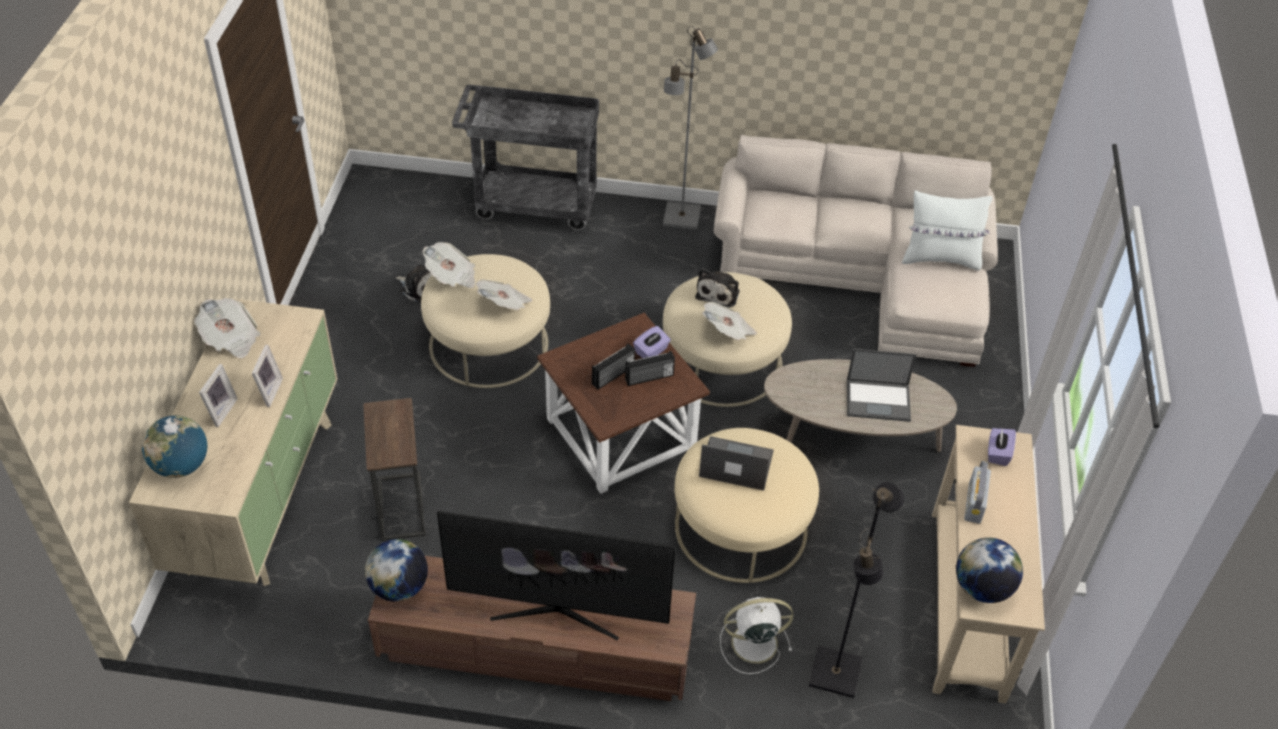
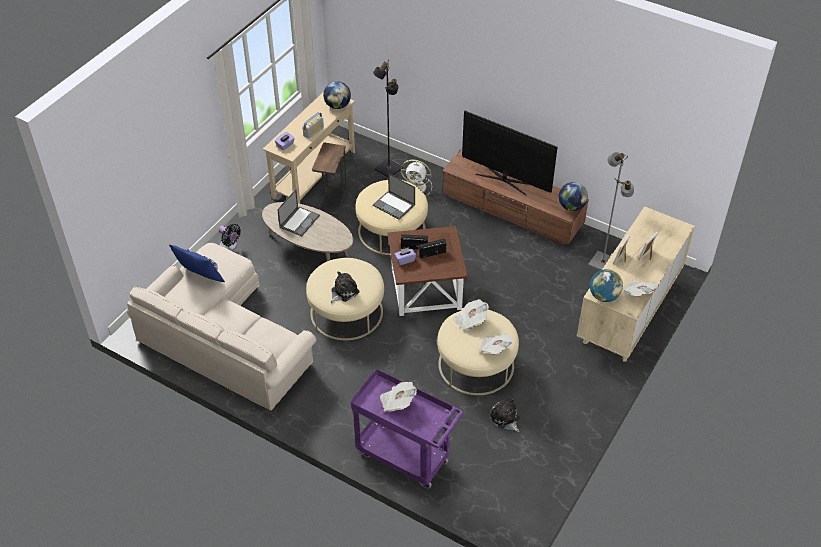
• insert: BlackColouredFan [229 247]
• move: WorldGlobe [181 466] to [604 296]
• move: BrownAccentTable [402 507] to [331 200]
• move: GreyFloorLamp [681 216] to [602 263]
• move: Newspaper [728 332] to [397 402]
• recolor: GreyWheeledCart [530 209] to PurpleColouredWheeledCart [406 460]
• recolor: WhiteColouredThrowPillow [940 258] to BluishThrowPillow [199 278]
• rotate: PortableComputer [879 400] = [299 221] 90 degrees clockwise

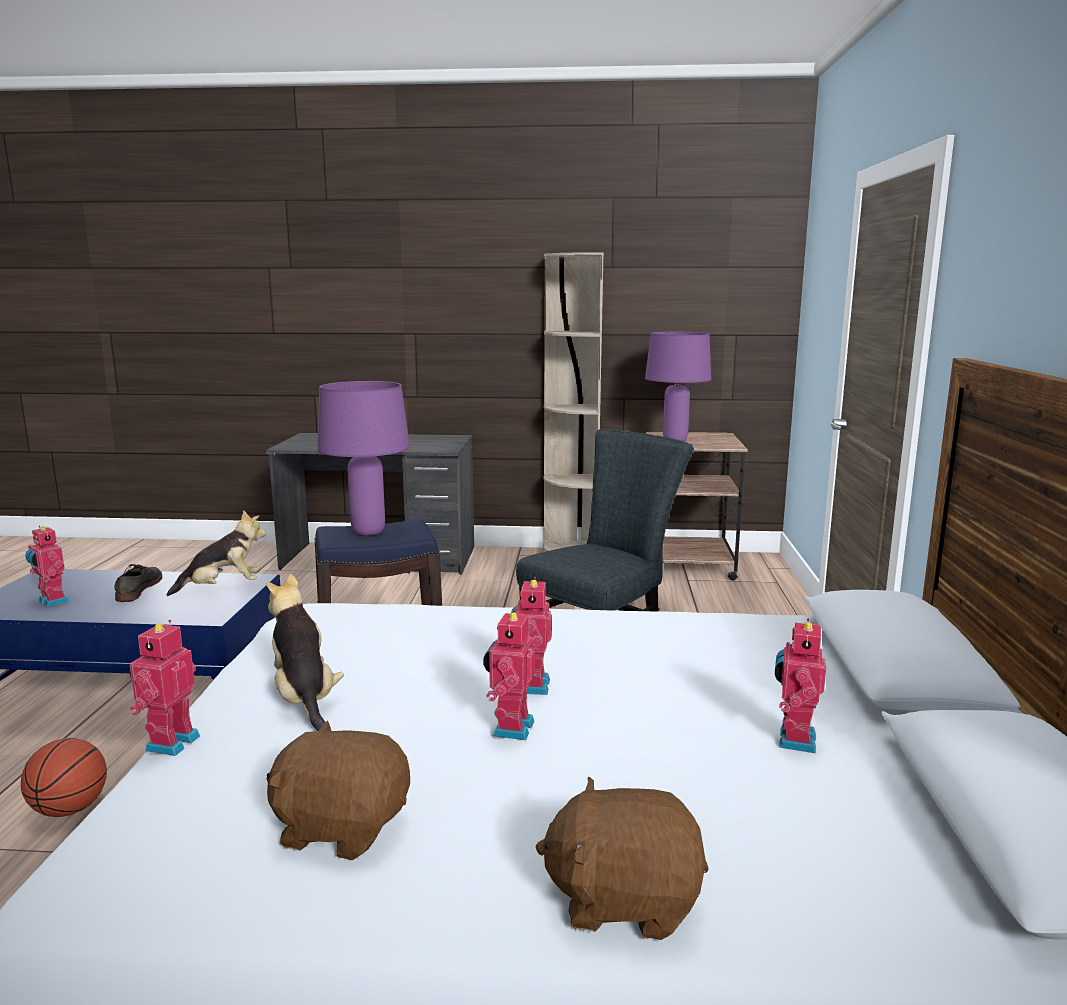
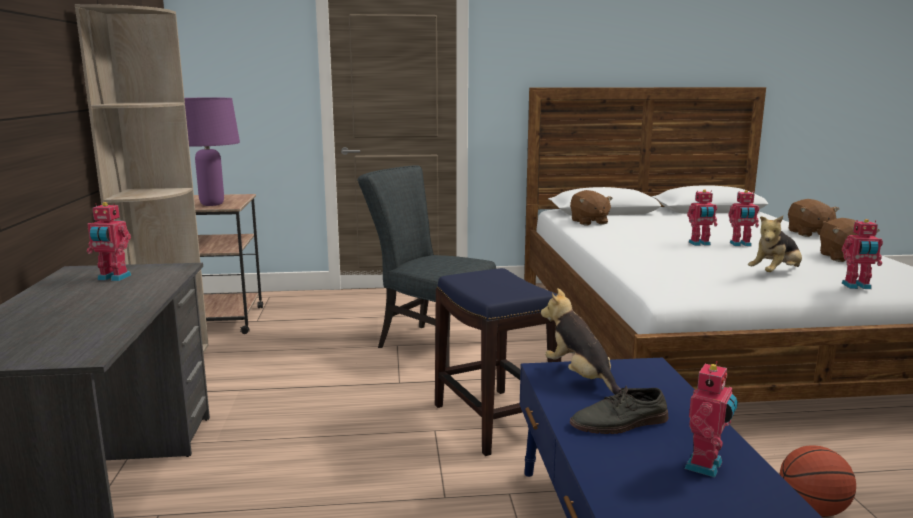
• delete: PurpleColouredTabletopLamp [369 532]
• insert: BrownSoftToy [589 222]
• move: ToyRobot [793 740] to [113 278]

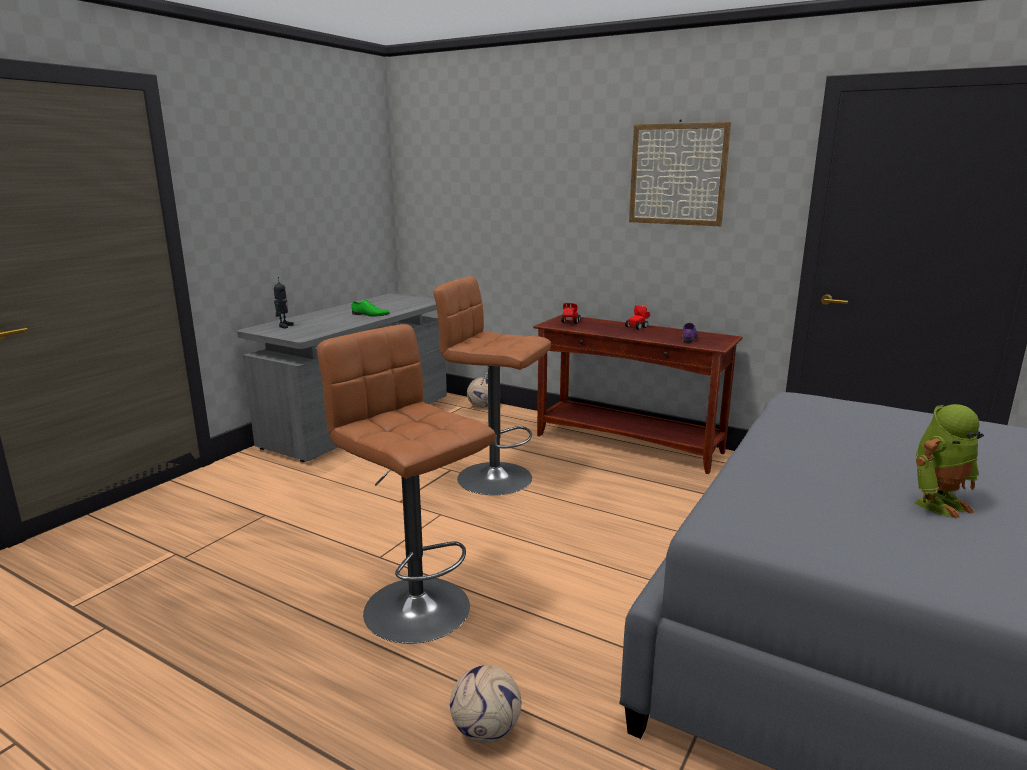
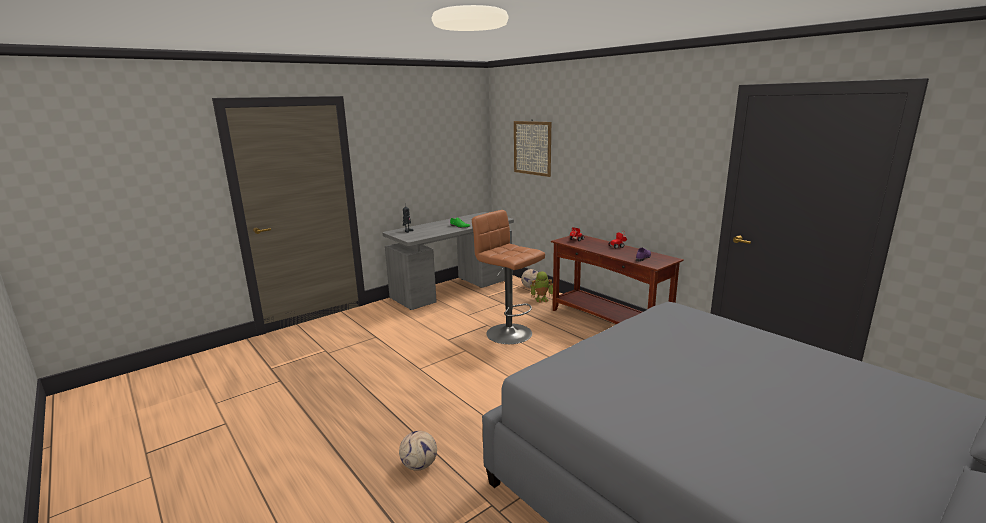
• delete: BrownStoolSeat [417 608]
• move: Picture [678 172] to [532 147]
• move: ToyRobot [938 503] to [541 299]

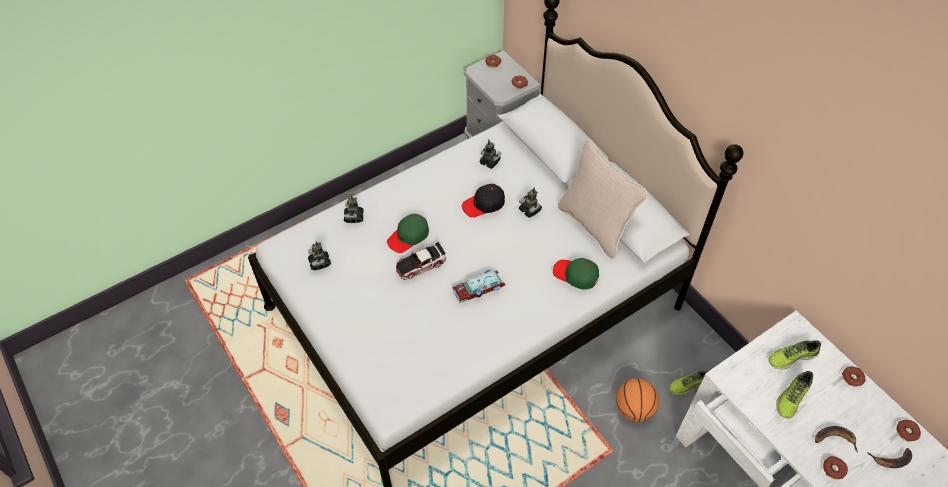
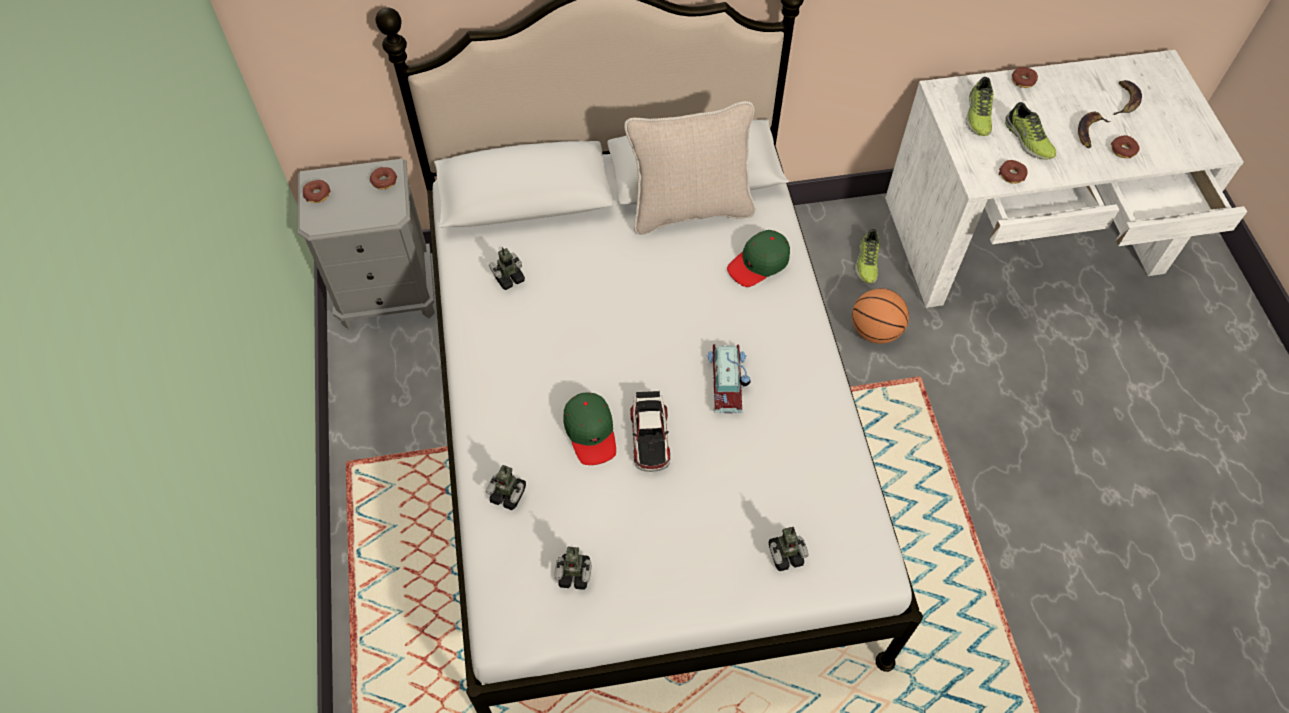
• delete: BlackColouredPeakedCap [483 204]
• move: ToyRobot [530 210] to [785 554]
• move: RingDoughnut [906 432] to [1012 175]

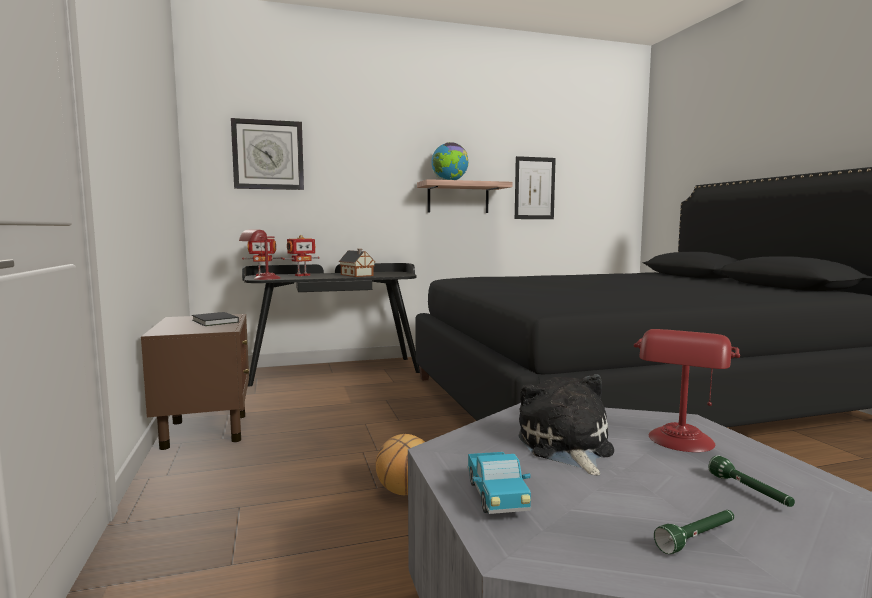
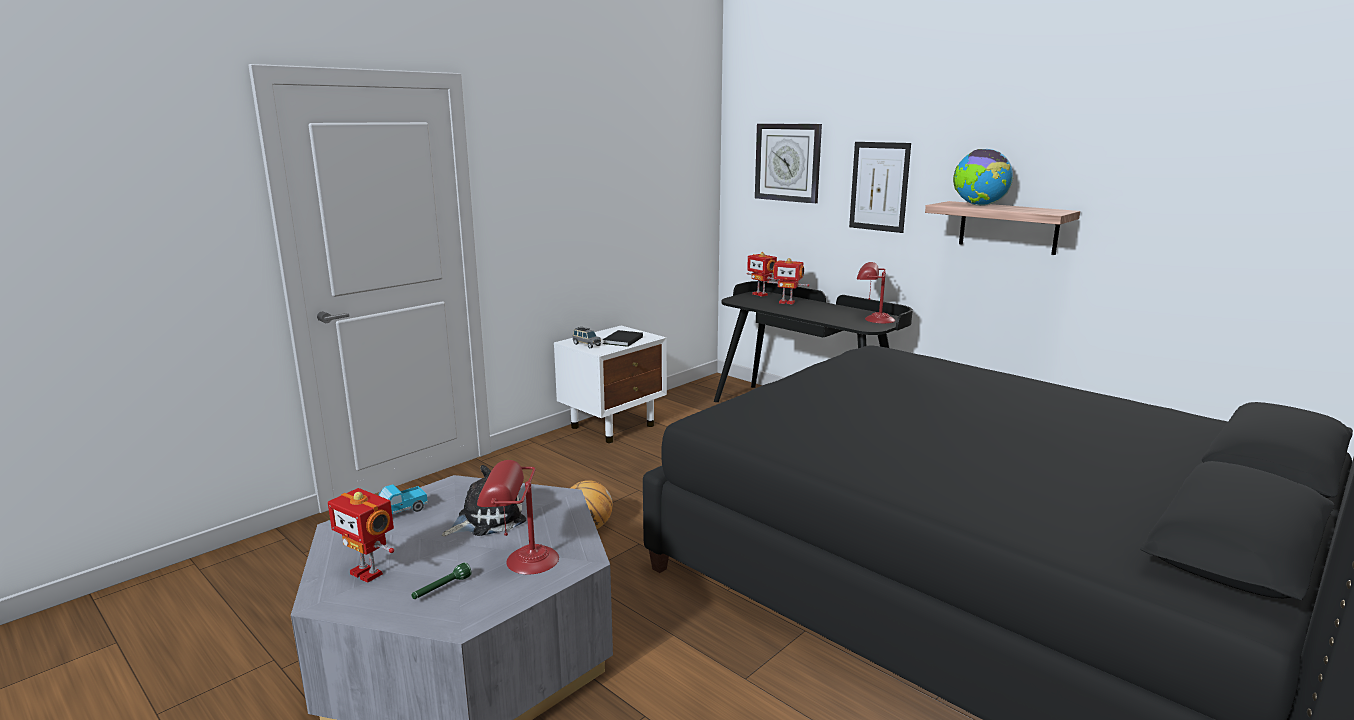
• delete: ModelHouse [357 275]
• insert: GreyModelCar [586 345]
• move: ReddishTabletopLamp [262 278] to [873 319]
• move: Picture [534 188] to [879 186]
• replace: GreenTorch [697 539] to ToyRobot [368 573]
• recolor: BrownNightTable [205 430] to WhiteColouredNightTable [613 426]

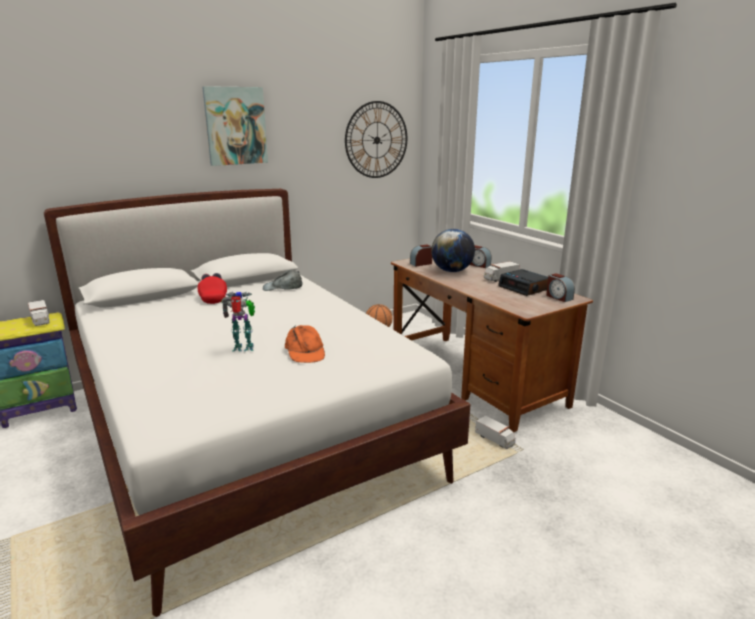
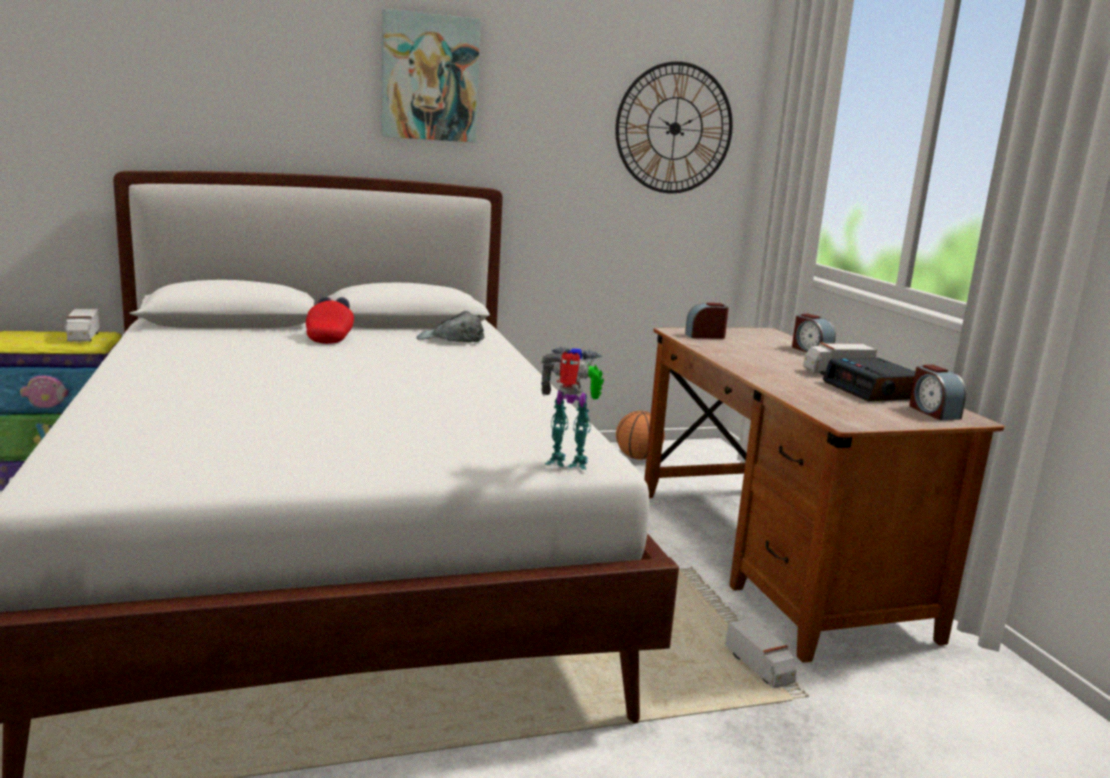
• delete: OrangePeakedCap [305 351]
• delete: WorldGlobe [452 271]
• move: ToyRobot [244 348] to [569 463]

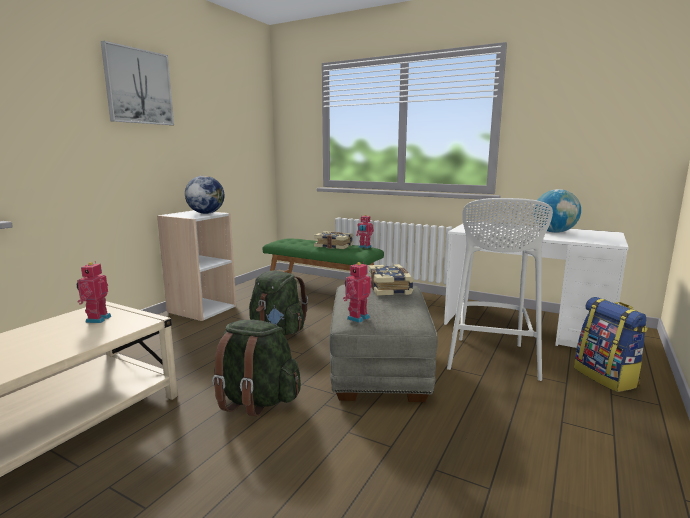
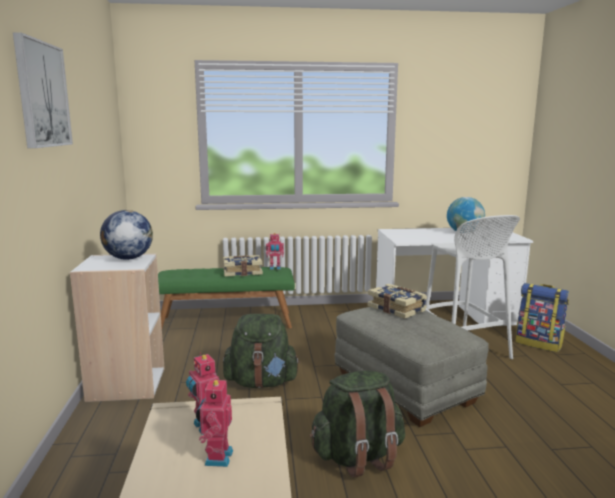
• move: ToyRobot [357 318] to [216 457]

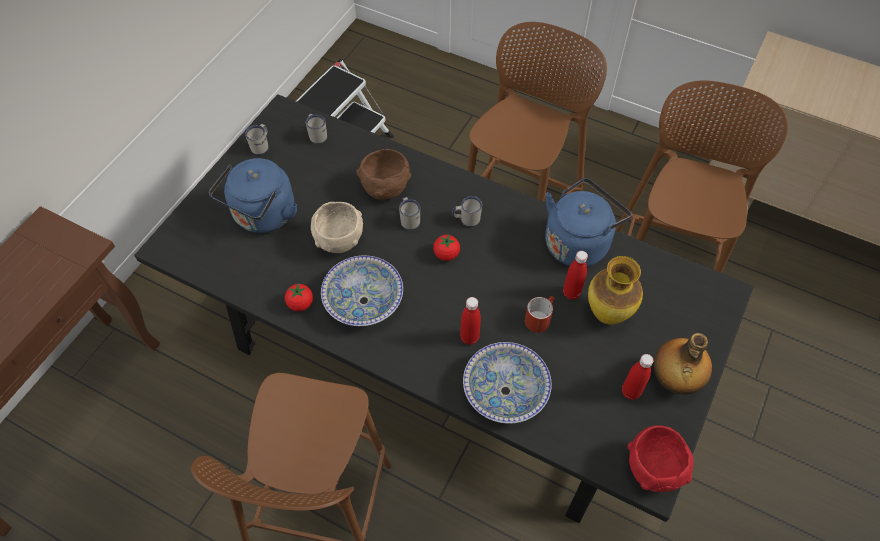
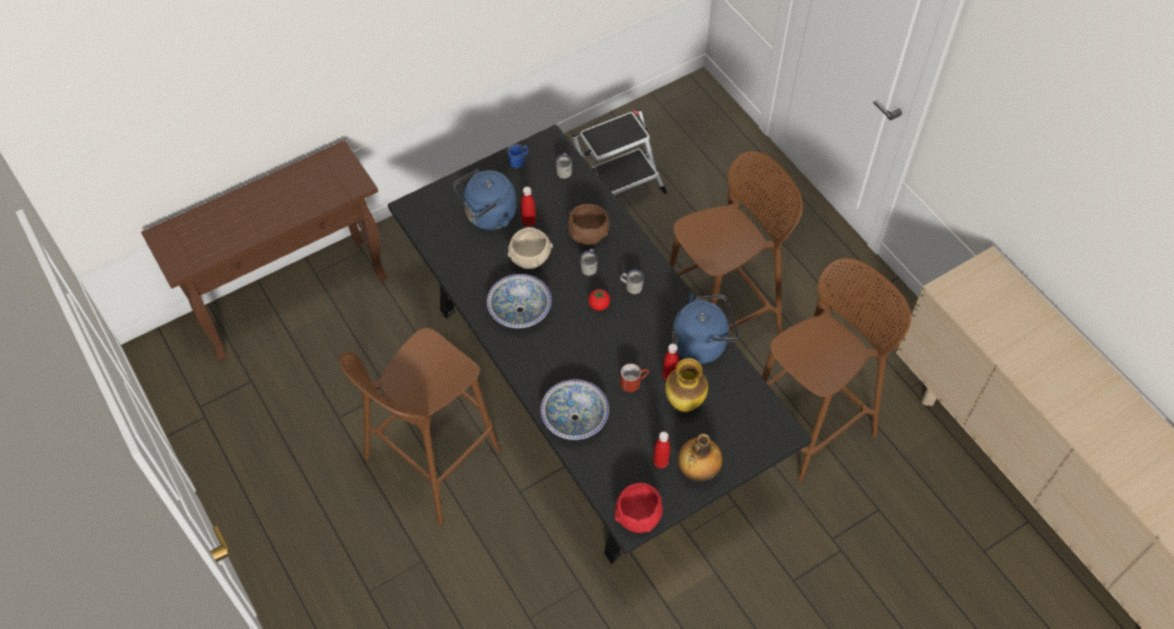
• delete: WholeTomato [300 304]
• move: ReddishBeverageBottle [469 337] to [529 222]
• recolor: WhiteColouredCoffeeMug [261 146] to BluishCoffeeMug [519 161]

